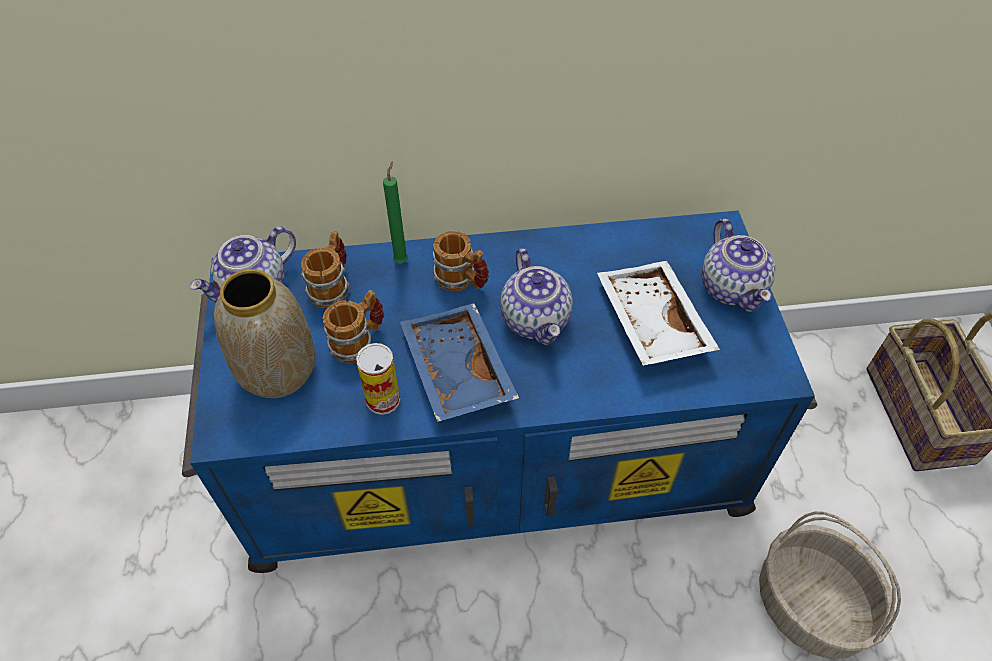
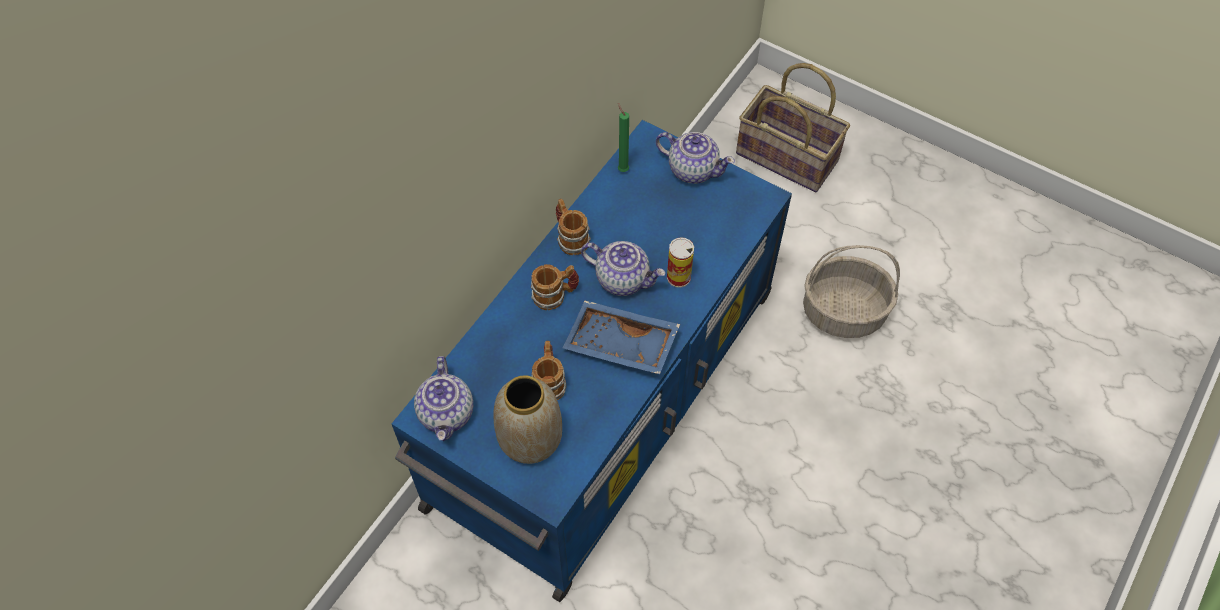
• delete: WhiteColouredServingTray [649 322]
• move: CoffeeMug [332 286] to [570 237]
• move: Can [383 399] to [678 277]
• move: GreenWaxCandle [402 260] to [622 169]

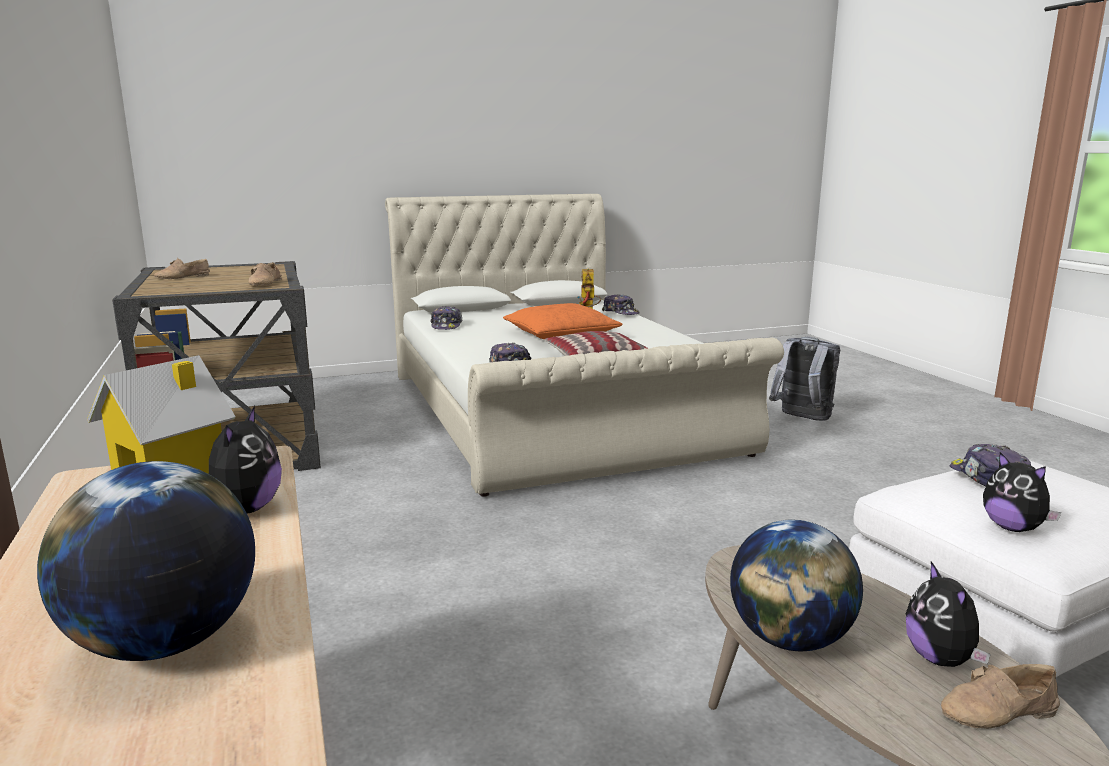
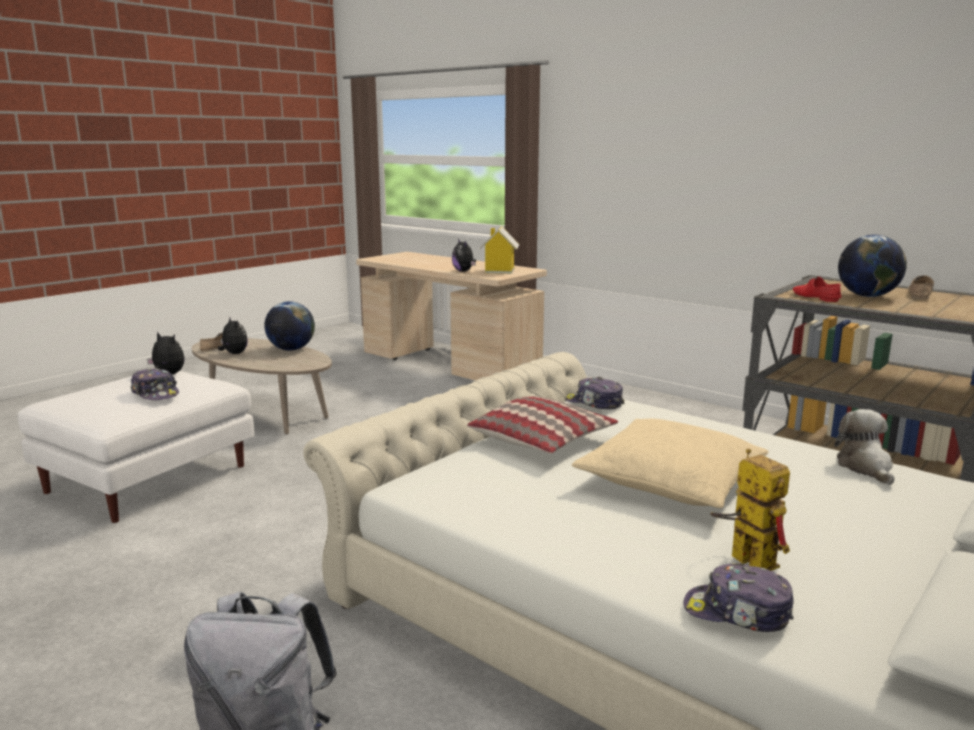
• move: WorldGlobe [165 642] to [867 296]
• replace: PeakedCap [446 326] to SoftToy [865 467]
• recolor: SandColouredItemOfFootwear [266 283] to ReddishItemOfFootwear [815 297]
• recolor: OrangeThrowPillow [560 335] to SandColouredThrowPillow [671 480]

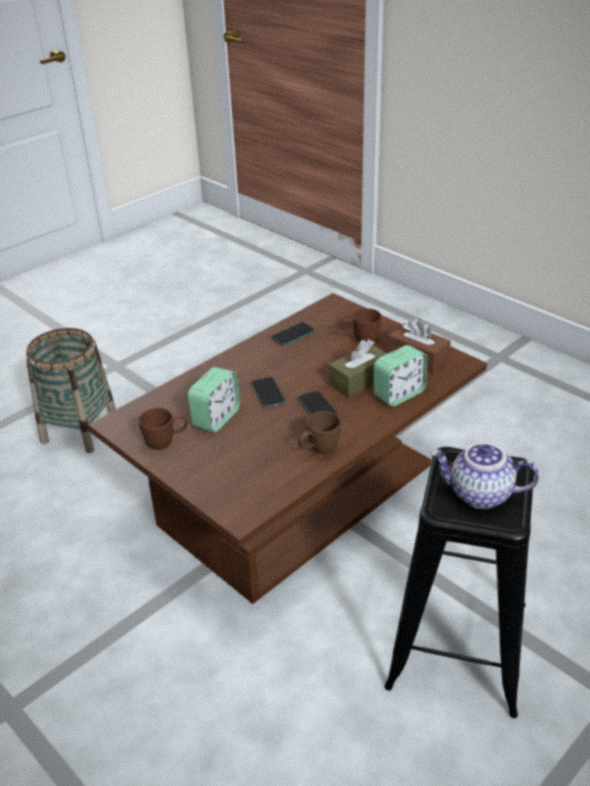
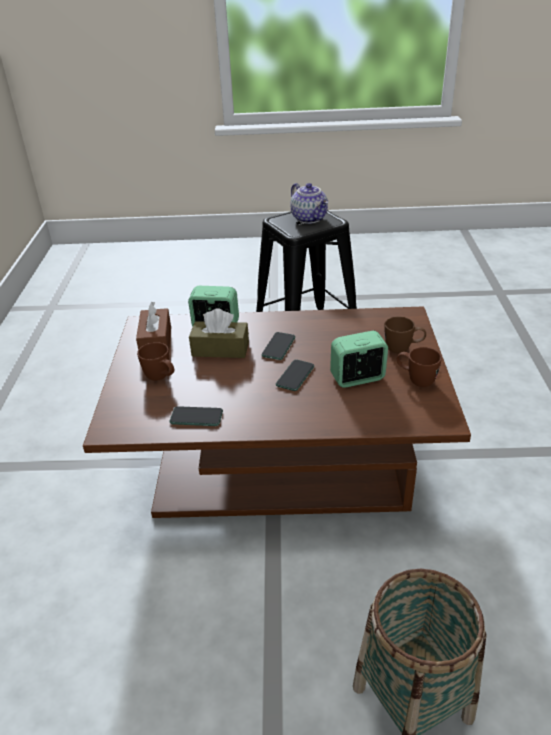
• move: BrownCoffeeMug [318 451] to [403 349]

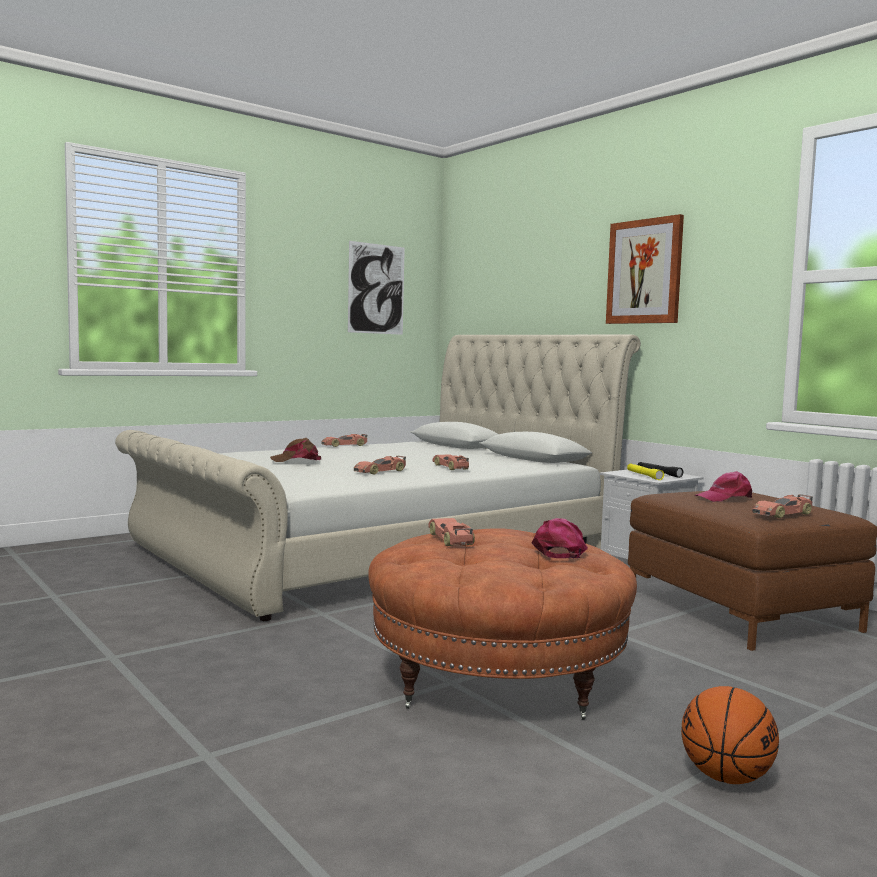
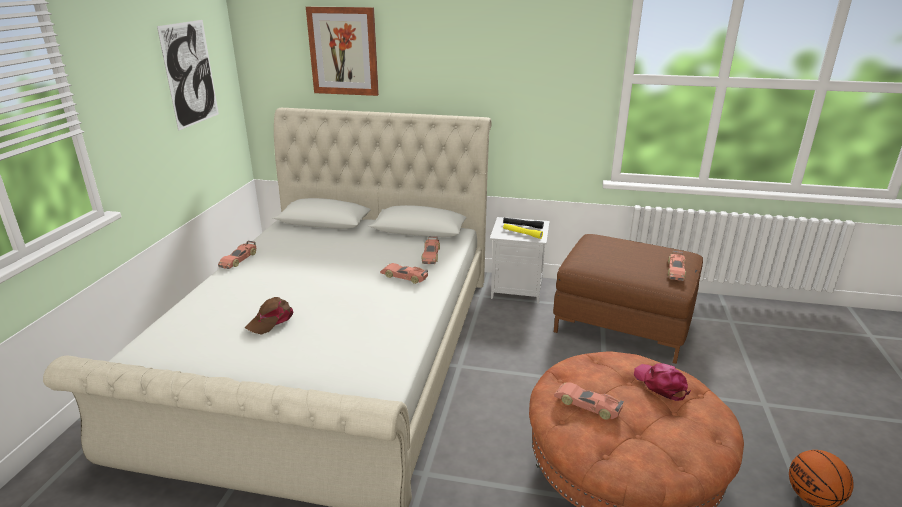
• delete: PinkishPeakedCap [725 498]
• move: ModelCar [381 471] to [431 255]
• move: Picture [644 272] to [343 51]

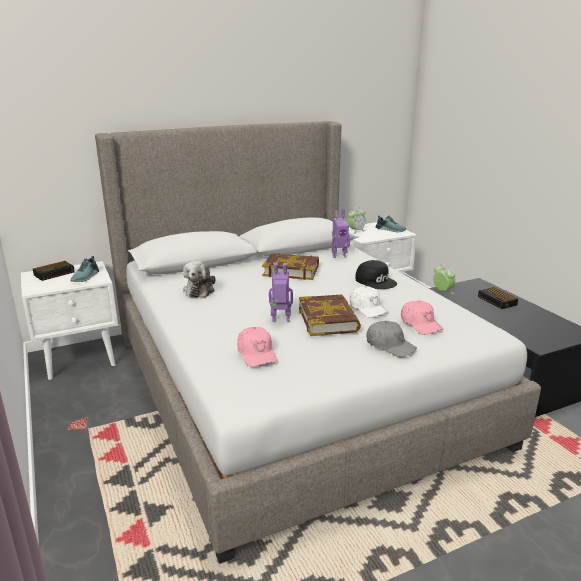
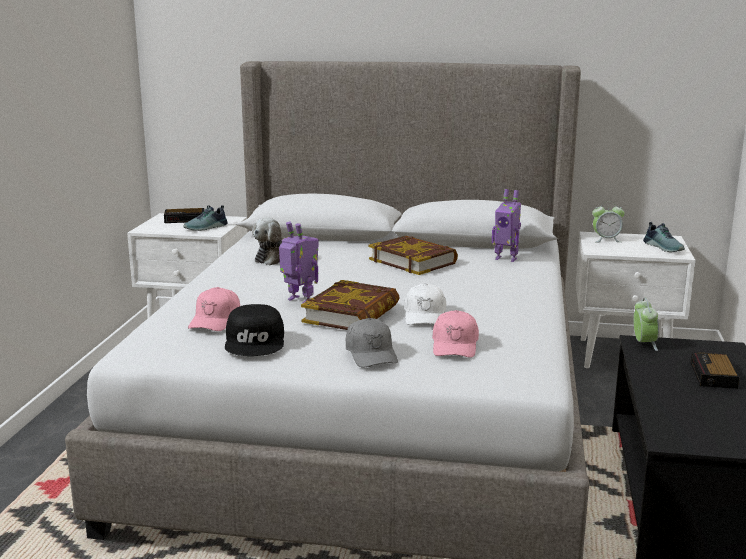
• move: BlackColouredPeakedCap [376 281] to [256 341]

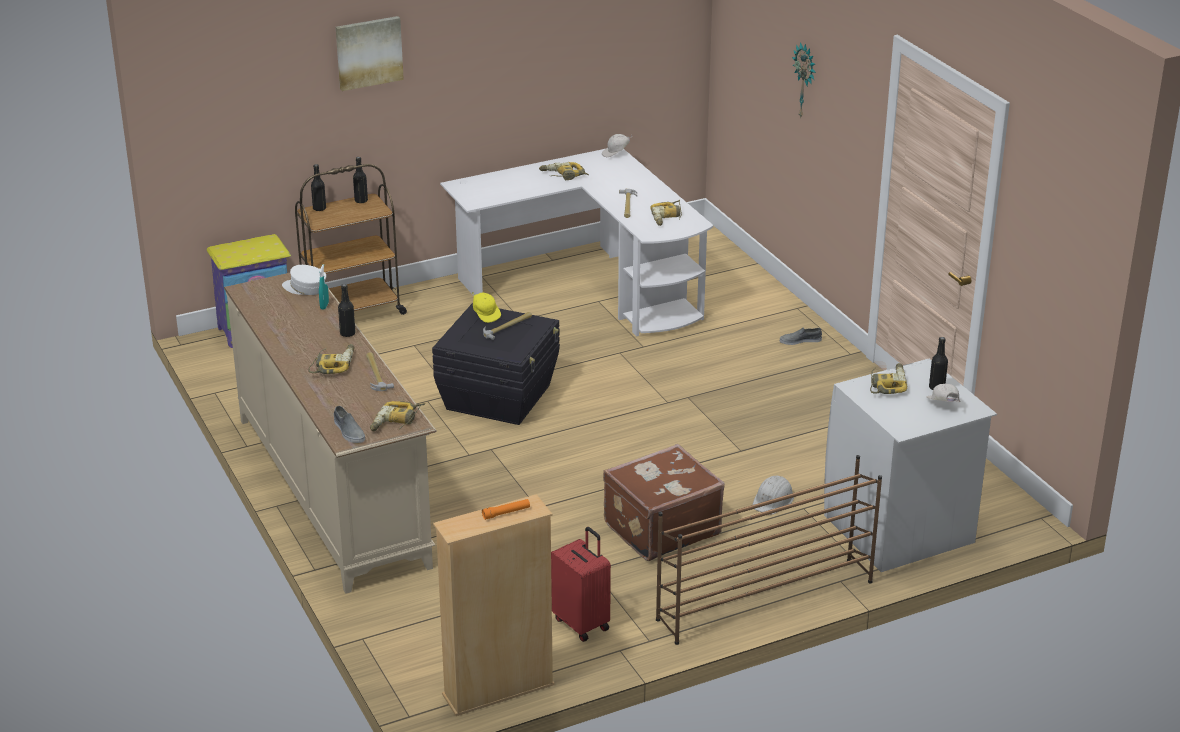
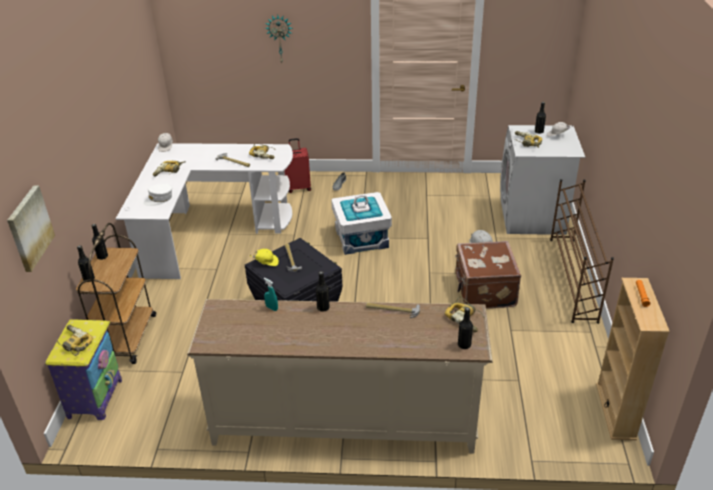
• insert: WhiteColouredStorageBox [361 238]
• move: WhiteColouredPeakedCap [305 288] to [159 199]
• move: Drill [333 364] to [74 343]
• move: Picture [368 52] to [29 228]
• move: ReddishSuitcase [582 623] to [298 187]
• replace: GreyItemOfFootwear [348 431] to BlackColouredBeverageBottle [464 345]

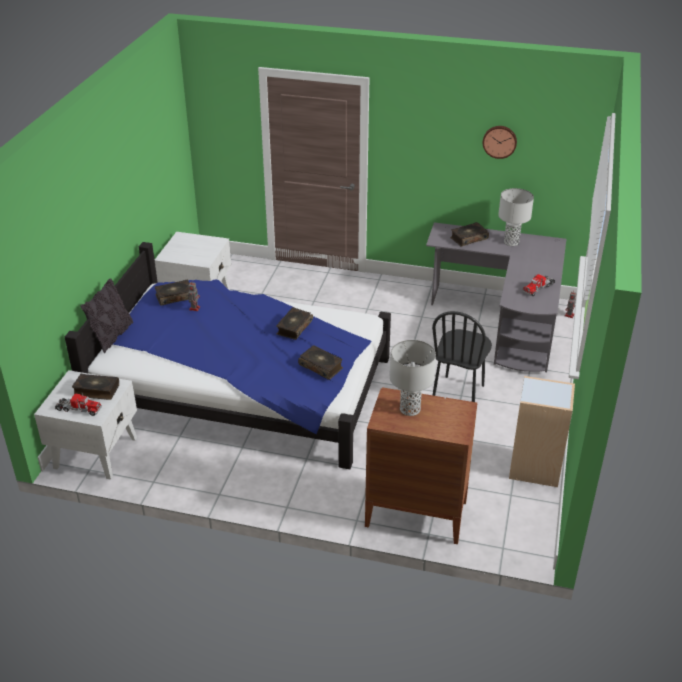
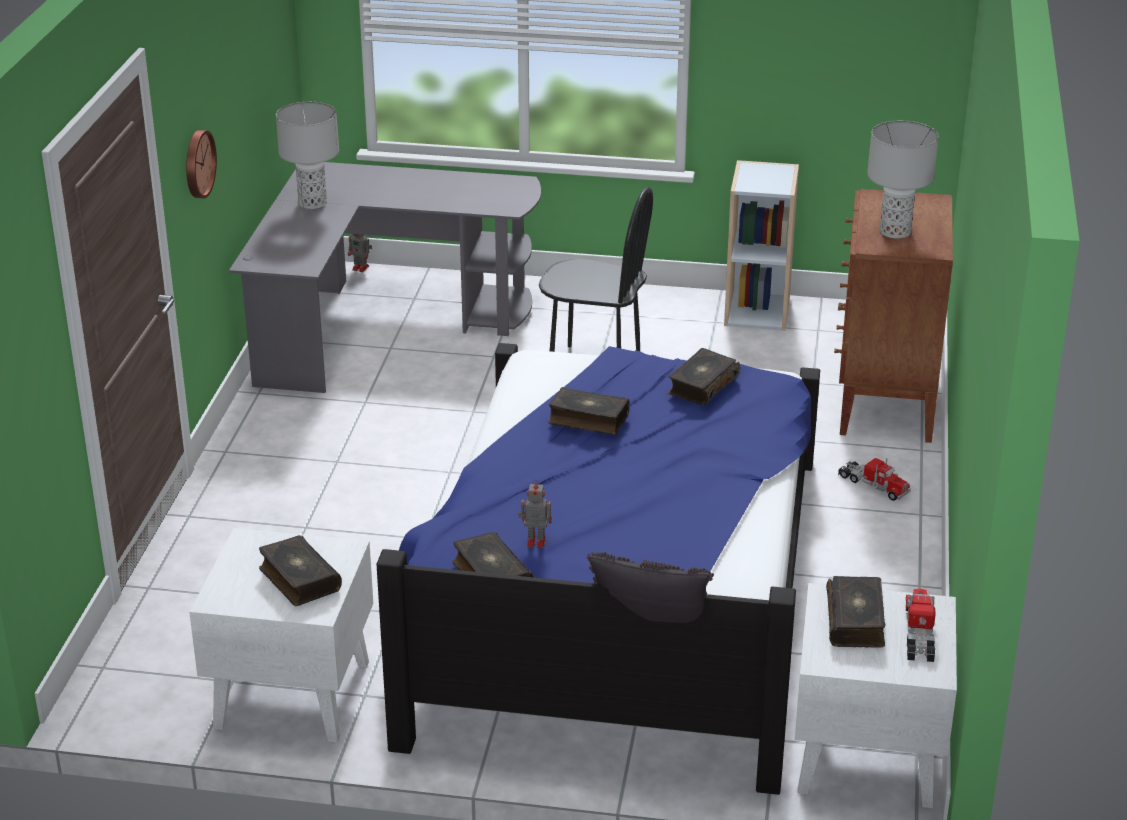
• move: Book [468 238] to [298 579]
• move: WallClock [499 141] to [197 164]
• move: ToyLorry [538 288] to [873 485]

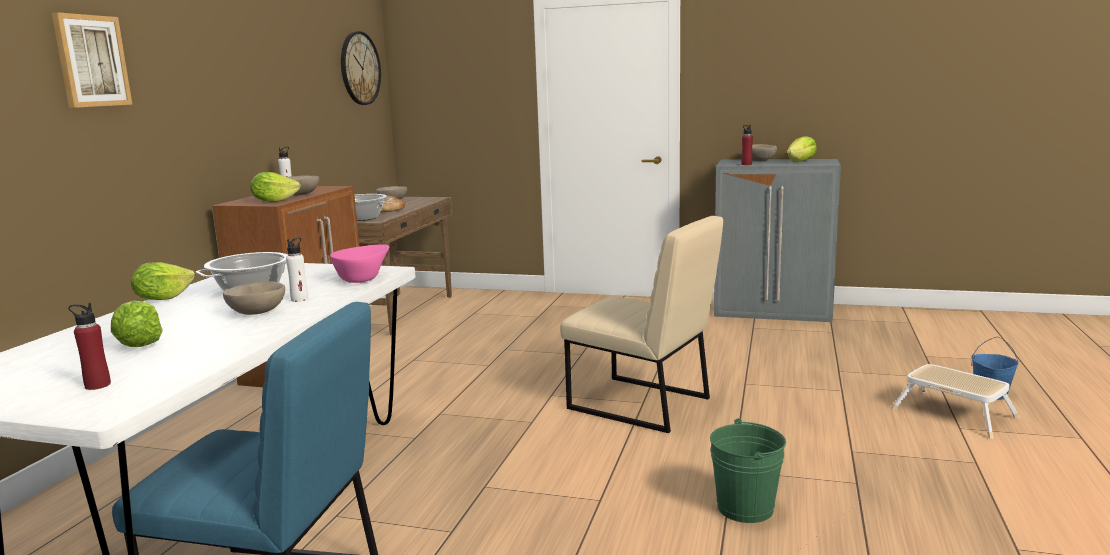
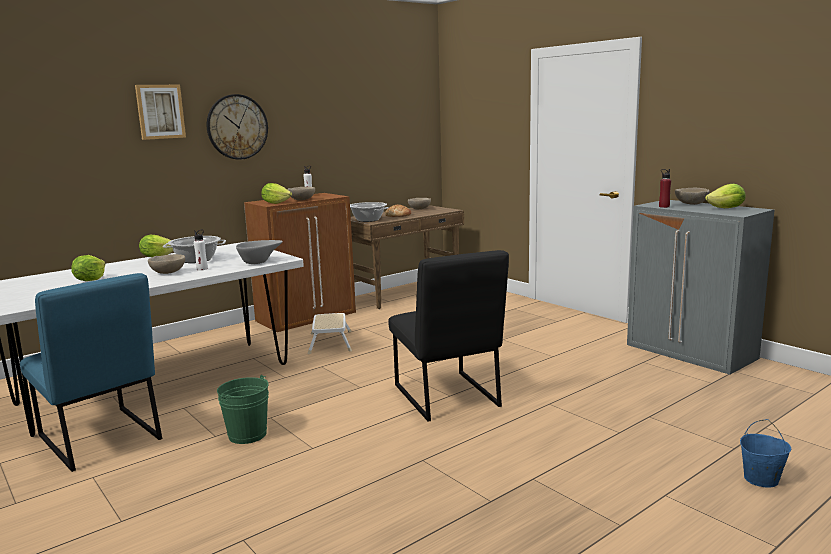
• delete: ReddishBeverageBottle [97 385]
• move: WallClock [360 68] to [237 127]
• move: GreenWaterBucket [745 508] to [247 435]
• move: SandColouredStepLadder [953 413] to [330 342]
• recolor: PinkishBowl [363 278] to GreyBowl [259 262]
• recolor: SandColouredPlainChair [642 404] to BlackColouredPlainChair [446 397]

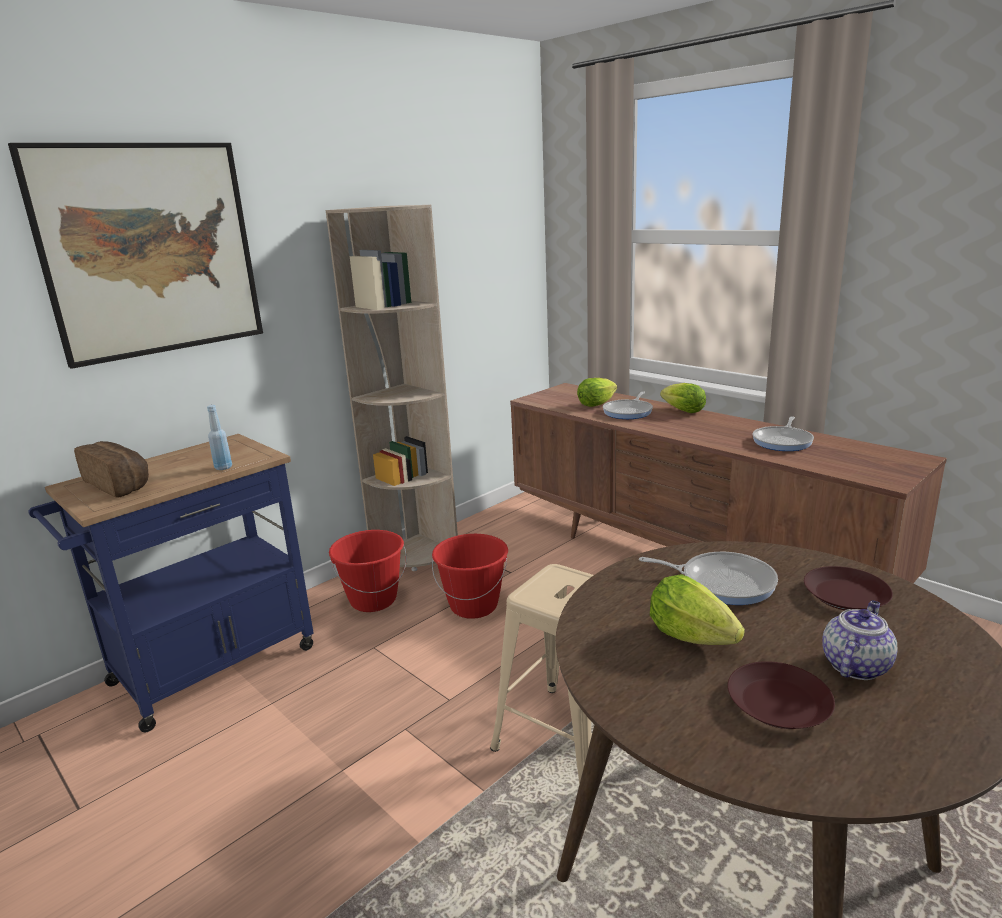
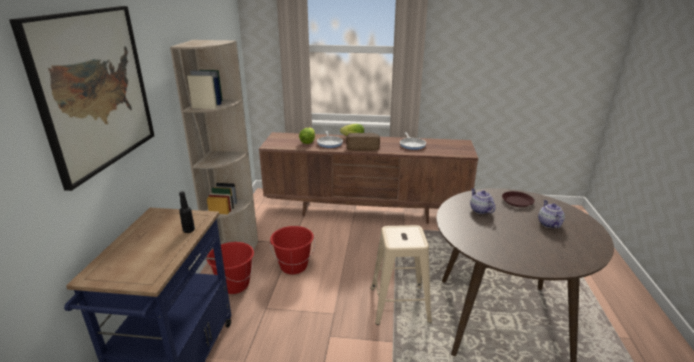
• delete: LettuceHead [691 636]
• delete: BrownFlatDish [779 704]
• move: BakedBread [120 484] to [363 148]
• replace: Skillet [722 582] to Teapot [480 210]
• recolor: BluishBeverageBottle [223 468] to BlackColouredBeverageBottle [189 230]

